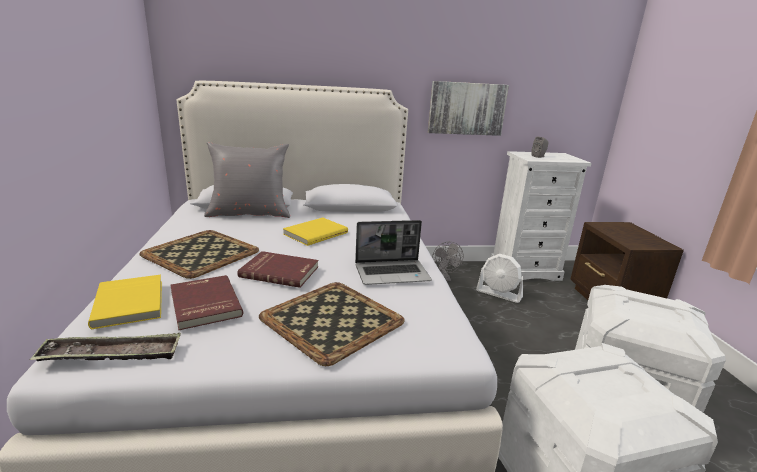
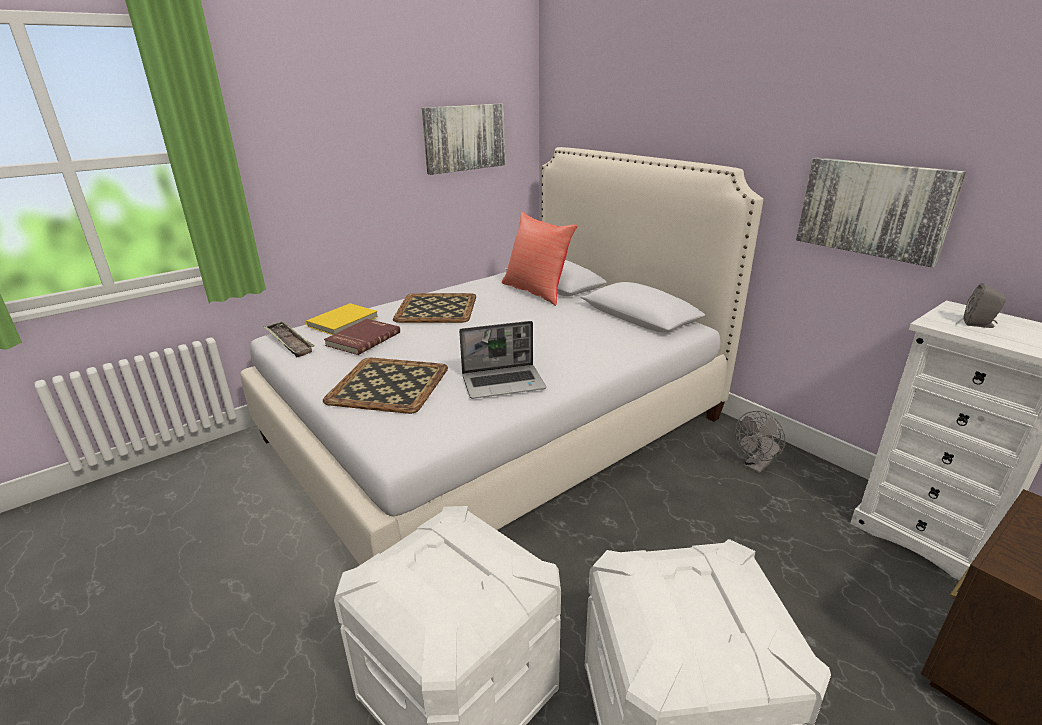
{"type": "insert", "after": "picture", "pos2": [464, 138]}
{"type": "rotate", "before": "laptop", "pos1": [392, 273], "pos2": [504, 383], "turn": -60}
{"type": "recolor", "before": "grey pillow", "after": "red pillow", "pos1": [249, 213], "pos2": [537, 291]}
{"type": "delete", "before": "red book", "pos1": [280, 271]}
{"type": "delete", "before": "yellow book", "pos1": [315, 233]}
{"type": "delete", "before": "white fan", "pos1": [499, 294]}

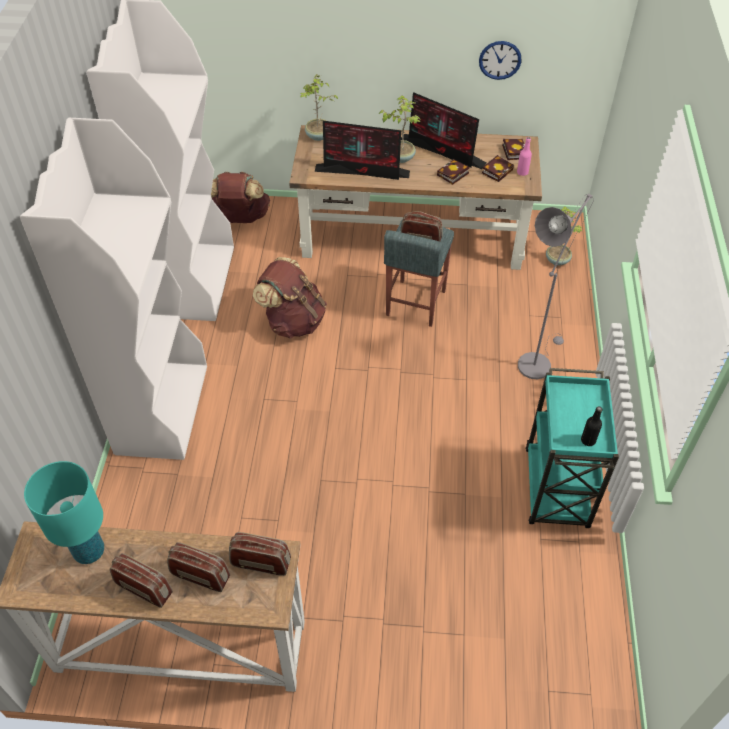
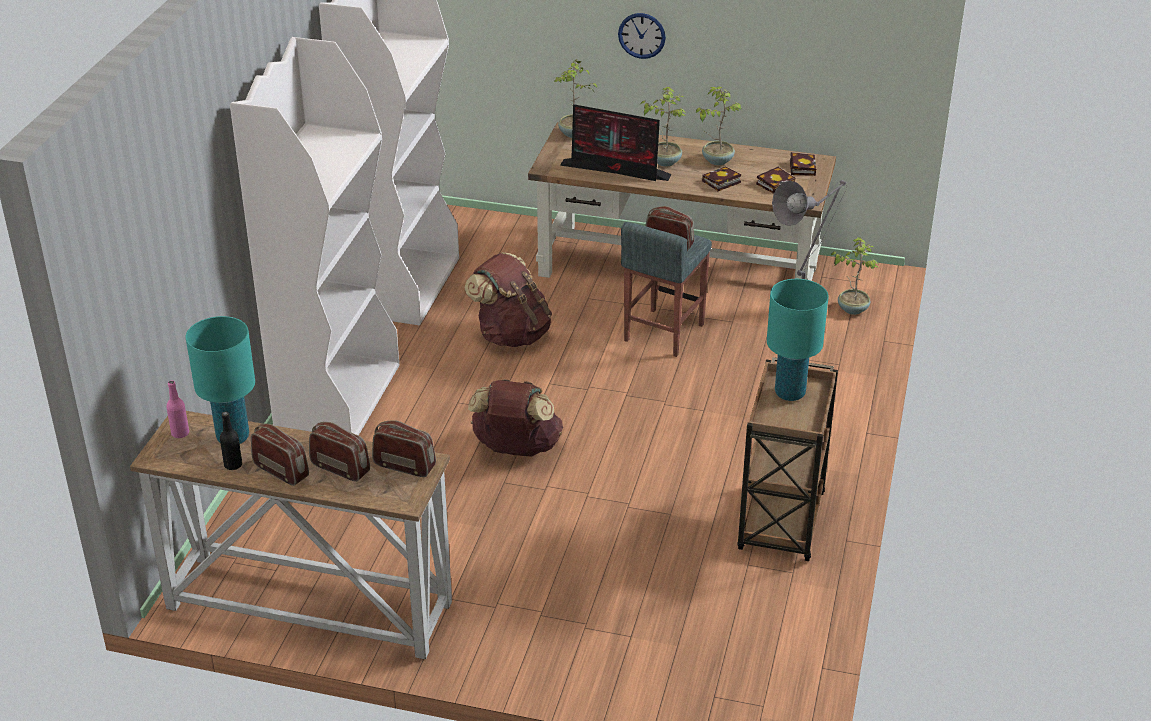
{"type": "move", "before": "pink bottle", "pos1": [522, 172], "pos2": [180, 433]}
{"type": "move", "before": "black bottle", "pos1": [588, 440], "pos2": [233, 465]}
{"type": "move", "before": "brown backpack", "pos1": [240, 218], "pos2": [516, 449]}
{"type": "move", "before": "wall clock", "pos1": [500, 60], "pos2": [642, 35]}
{"type": "replace", "before": "monitor", "after": "potted plant", "pos1": [443, 151], "pos2": [717, 160]}
{"type": "recolor", "before": "turquoise cart", "after": "brown cart", "pos1": [556, 490], "pos2": [781, 523]}
{"type": "insert", "after": "turquoise table lamp", "pos2": [789, 393]}

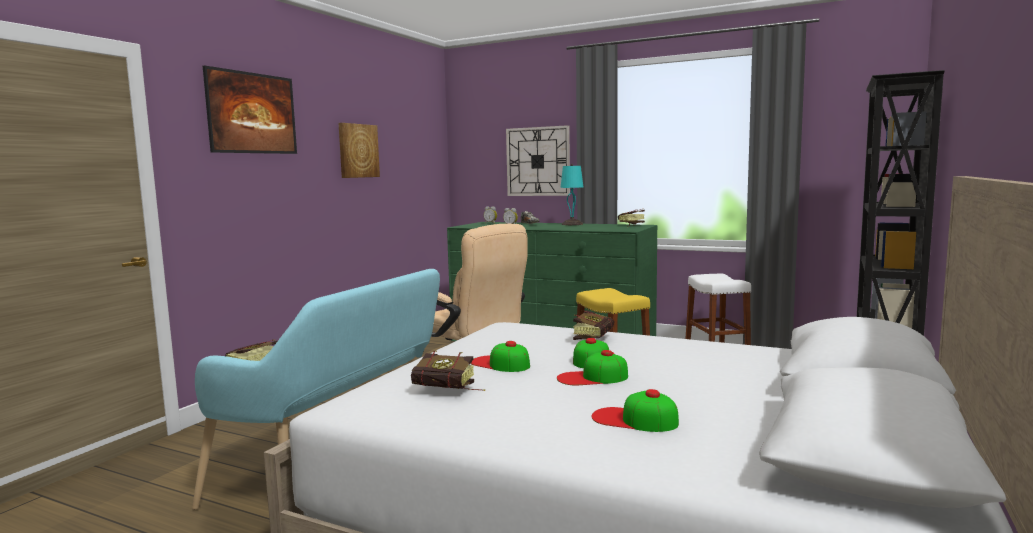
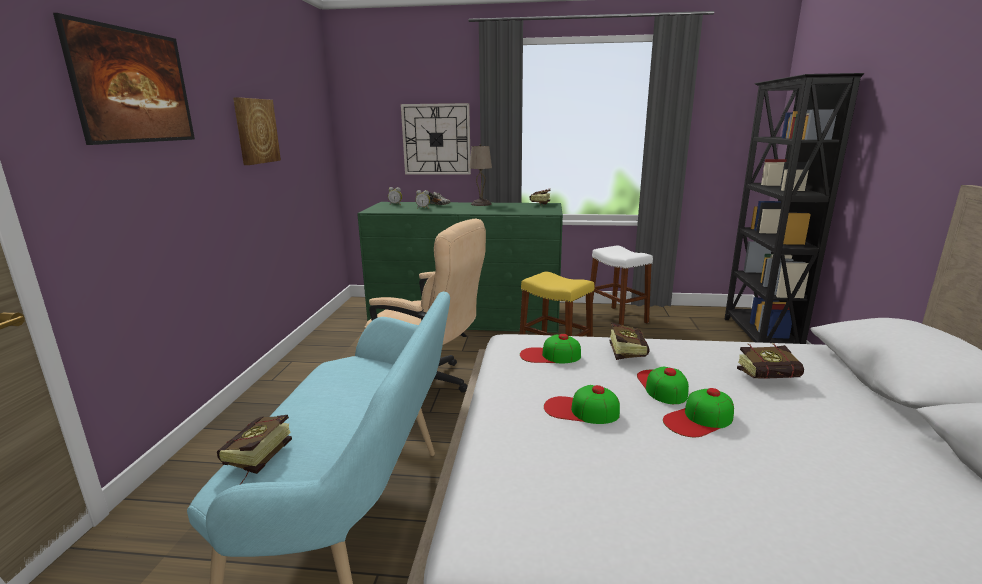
{"type": "recolor", "before": "turquoise table lamp", "after": "beige table lamp", "pos1": [572, 224], "pos2": [481, 204]}
{"type": "move", "before": "cap", "pos1": [634, 419], "pos2": [550, 355]}
{"type": "move", "before": "book", "pos1": [450, 391], "pos2": [773, 379]}

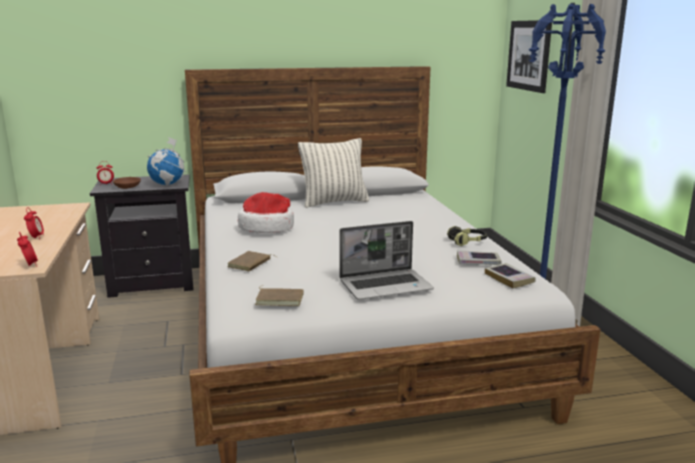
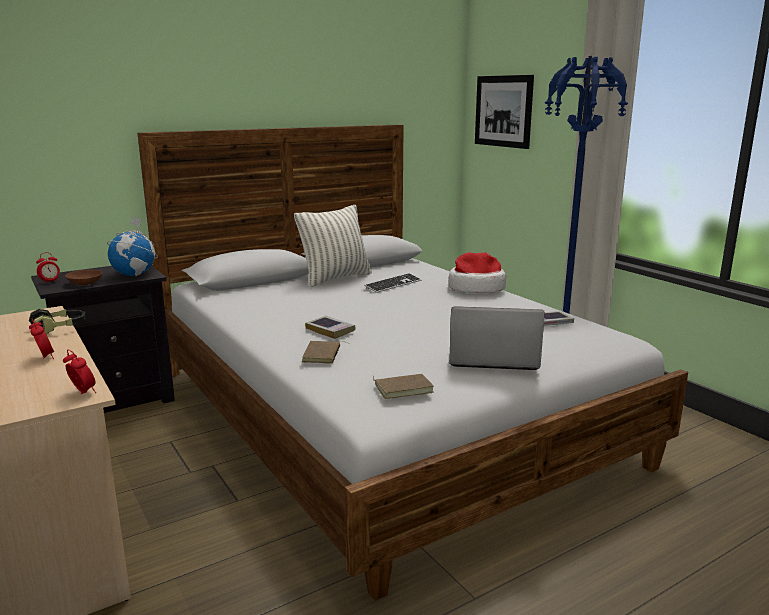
{"type": "move", "before": "headphones", "pos1": [467, 242], "pos2": [59, 328]}
{"type": "move", "before": "book", "pos1": [509, 279], "pos2": [330, 330]}
{"type": "insert", "after": "keyboard", "pos2": [393, 284]}
{"type": "move", "before": "hat", "pos1": [267, 227], "pos2": [476, 288]}
{"type": "rotate", "before": "laptop", "pos1": [386, 286], "pos2": [491, 358], "turn": -135}

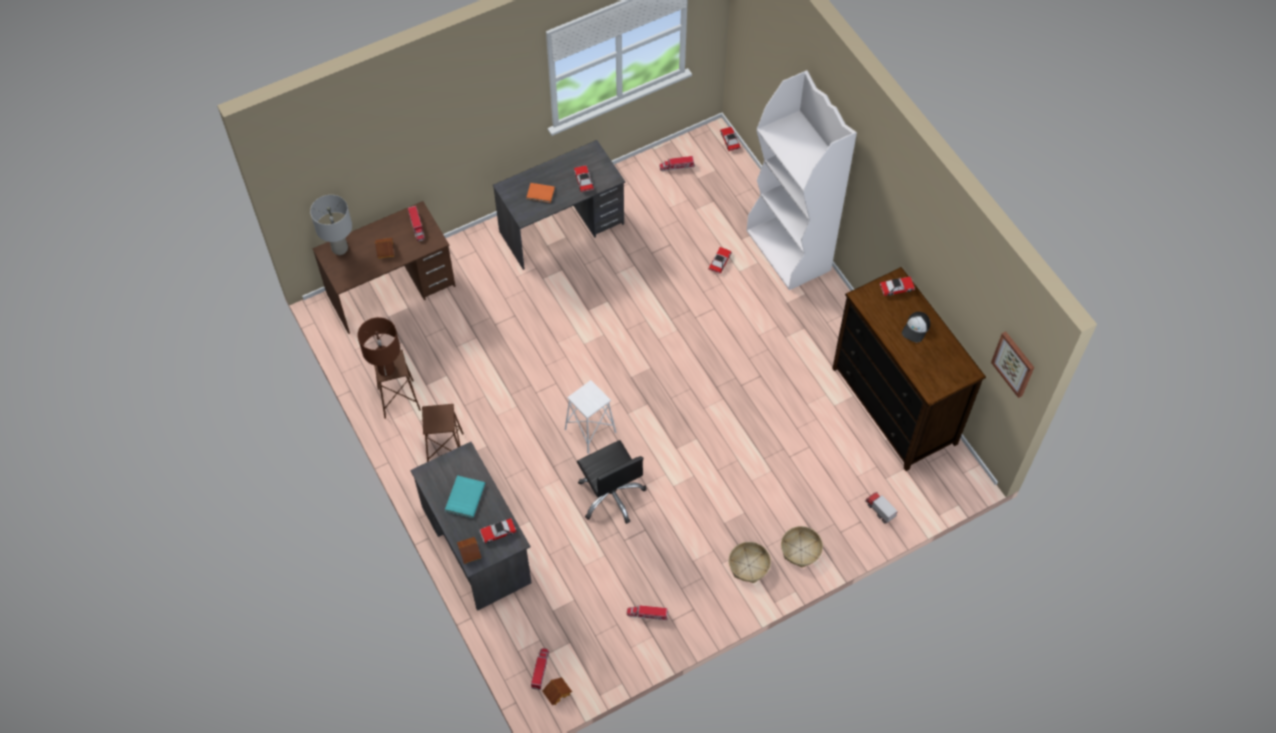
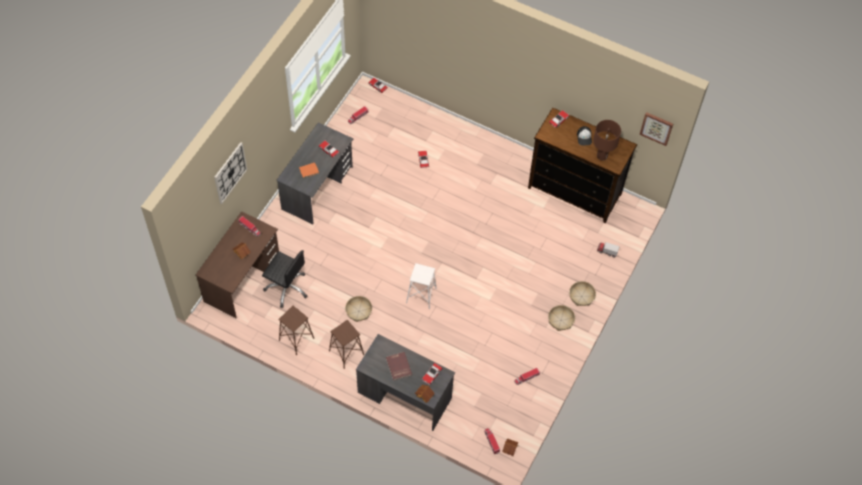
{"type": "insert", "after": "wall clock", "pos2": [230, 172]}
{"type": "move", "before": "black office chair", "pos1": [611, 495], "pos2": [287, 287]}
{"type": "insert", "after": "basket", "pos2": [359, 311]}
{"type": "recolor", "before": "turquoise book", "after": "red book", "pos1": [464, 497], "pos2": [398, 366]}
{"type": "move", "before": "brown table lamp", "pos1": [386, 369], "pos2": [602, 156]}
{"type": "delete", "before": "grey table lamp", "pos1": [339, 248]}
{"type": "delete", "before": "white bookcase", "pos1": [789, 251]}

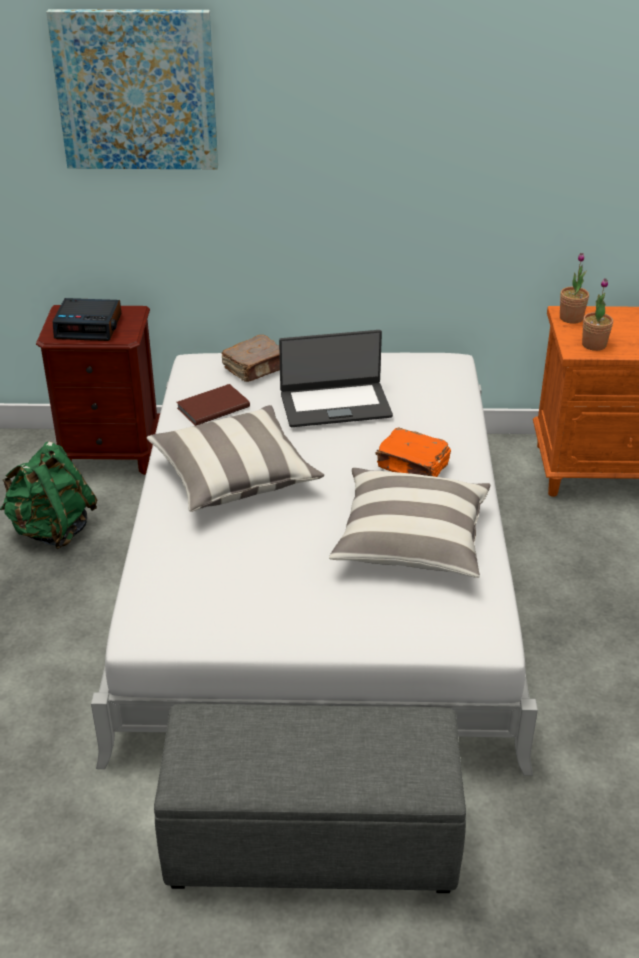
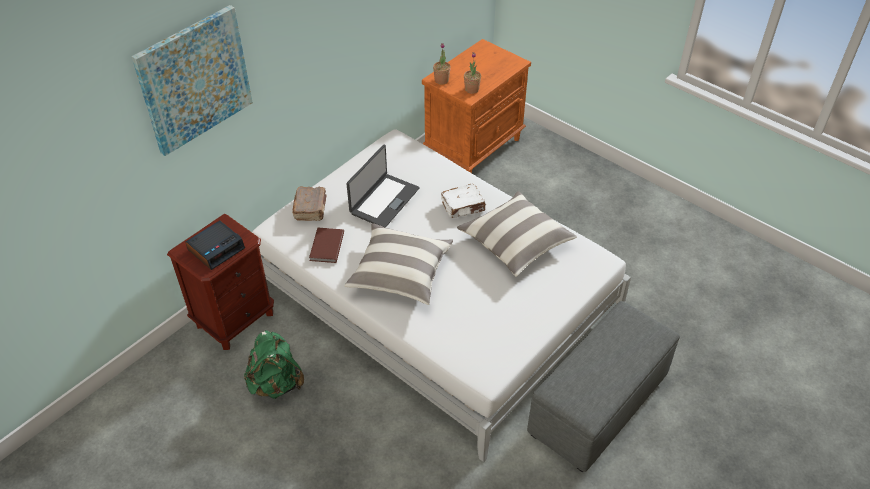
{"type": "recolor", "before": "orange book", "after": "white book", "pos1": [413, 466], "pos2": [463, 207]}

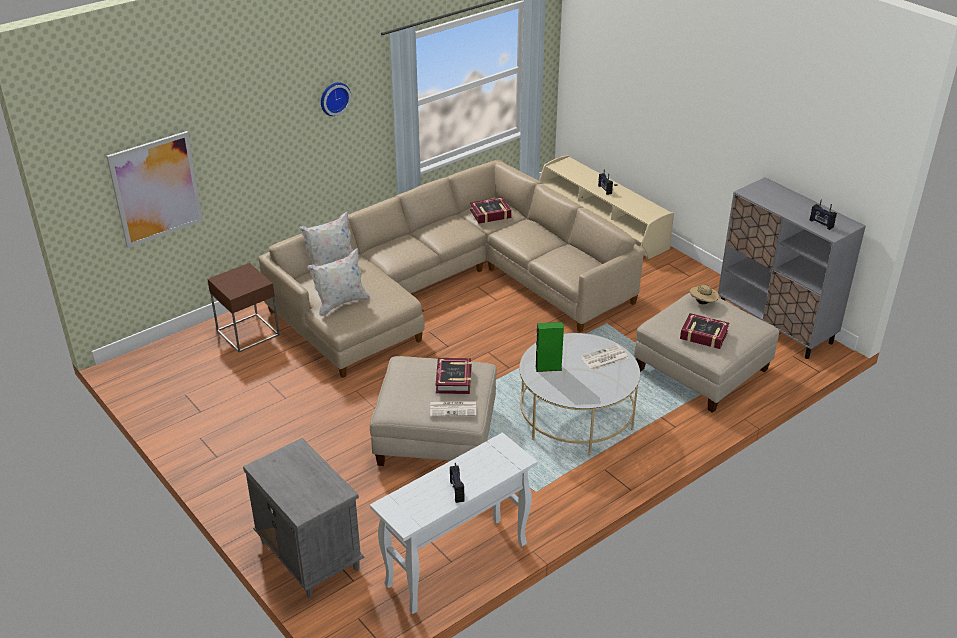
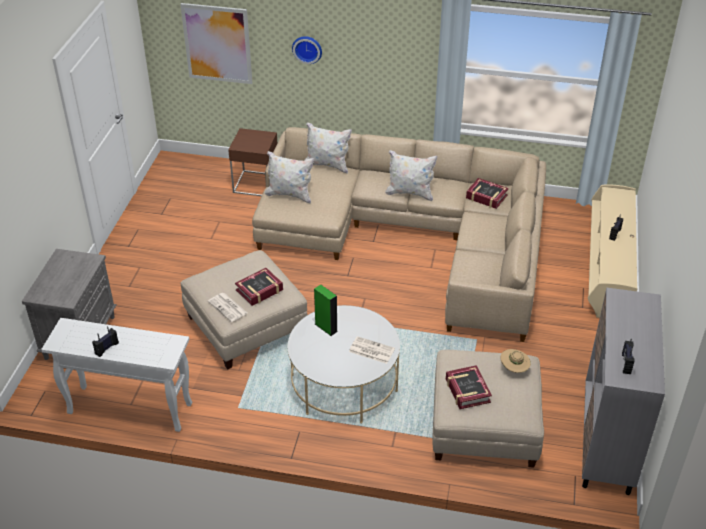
{"type": "move", "before": "wall clock", "pos1": [334, 98], "pos2": [307, 48]}
{"type": "insert", "after": "white pillow", "pos2": [410, 193]}

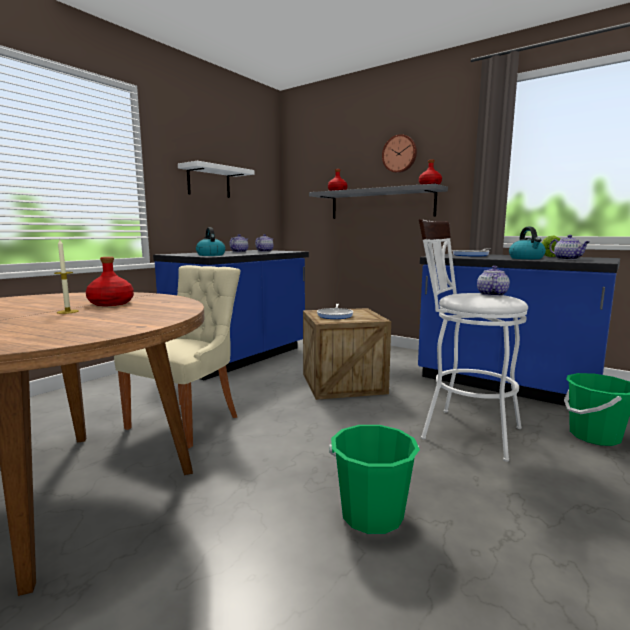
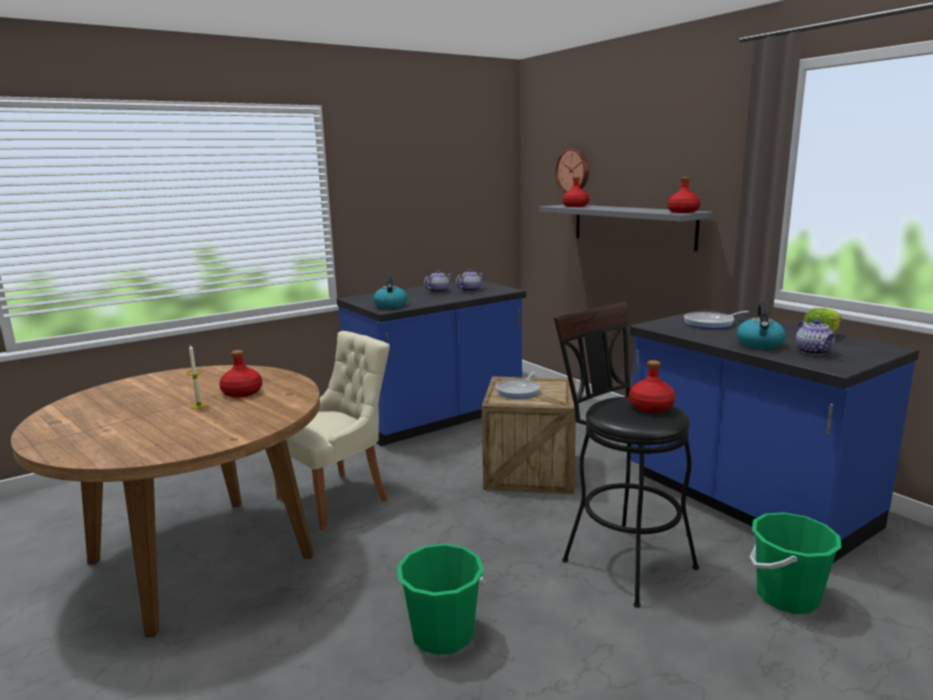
{"type": "recolor", "before": "white stool", "after": "black stool", "pos1": [462, 430], "pos2": [620, 559]}
{"type": "move", "before": "wall clock", "pos1": [400, 154], "pos2": [573, 170]}
{"type": "replace", "before": "teapot", "after": "red bottle", "pos1": [491, 294], "pos2": [651, 407]}
{"type": "delete", "before": "white shelf", "pos1": [209, 182]}

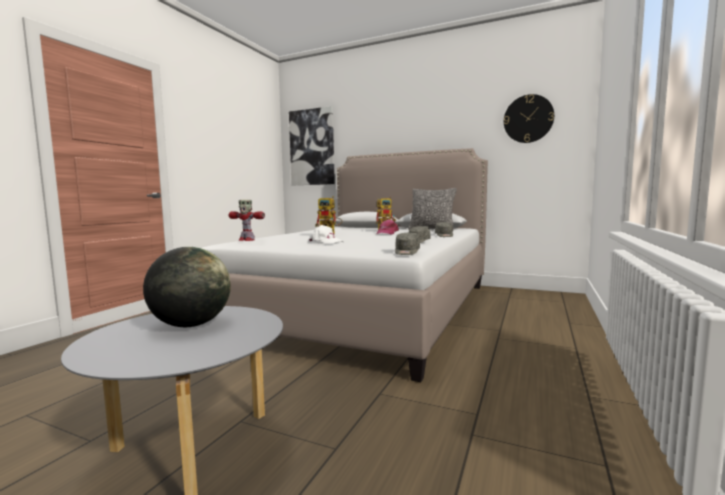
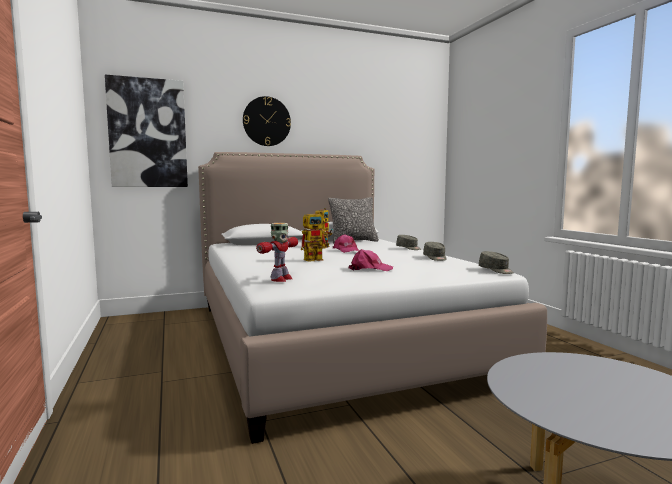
{"type": "move", "before": "wall clock", "pos1": [528, 119], "pos2": [266, 121]}
{"type": "rotate", "before": "toy robot", "pos1": [246, 240], "pos2": [280, 279], "turn": -45}
{"type": "recolor", "before": "white cap", "after": "pink cap", "pos1": [326, 242], "pos2": [369, 269]}
{"type": "delete", "before": "globe", "pos1": [191, 325]}

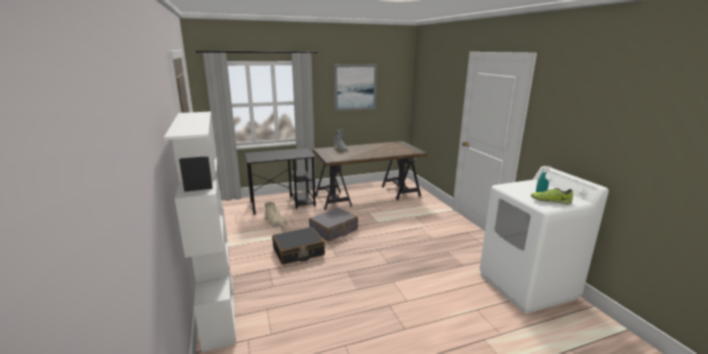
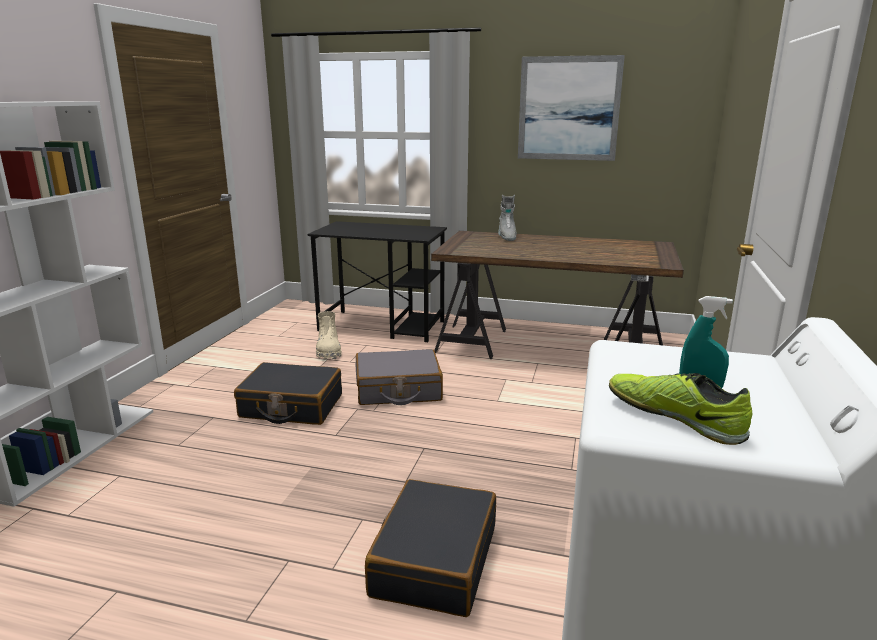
{"type": "insert", "after": "black suitcase", "pos2": [434, 560]}

